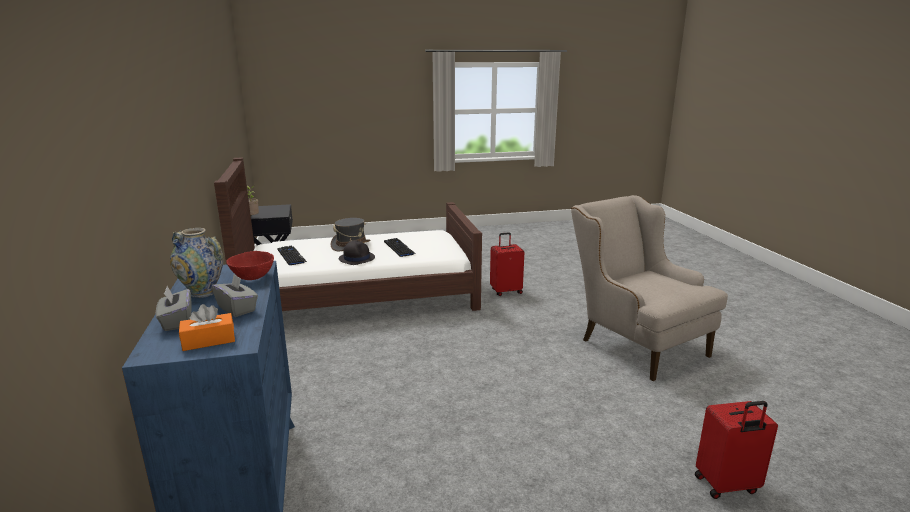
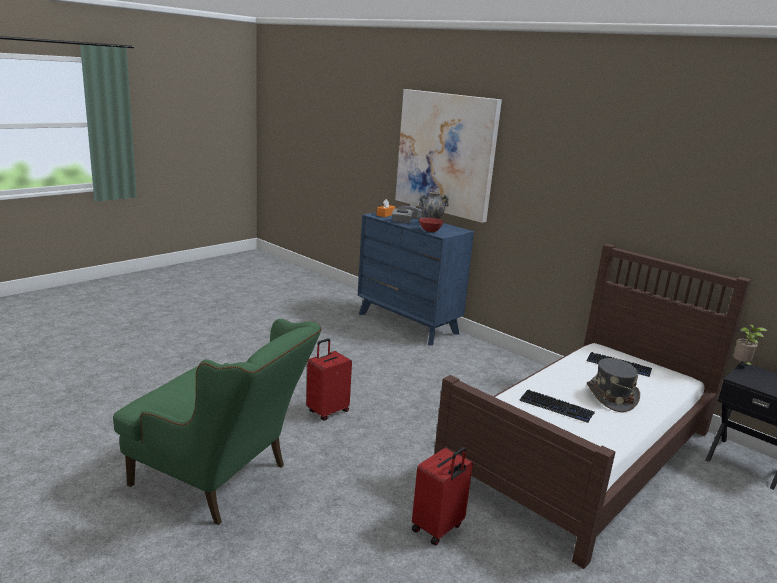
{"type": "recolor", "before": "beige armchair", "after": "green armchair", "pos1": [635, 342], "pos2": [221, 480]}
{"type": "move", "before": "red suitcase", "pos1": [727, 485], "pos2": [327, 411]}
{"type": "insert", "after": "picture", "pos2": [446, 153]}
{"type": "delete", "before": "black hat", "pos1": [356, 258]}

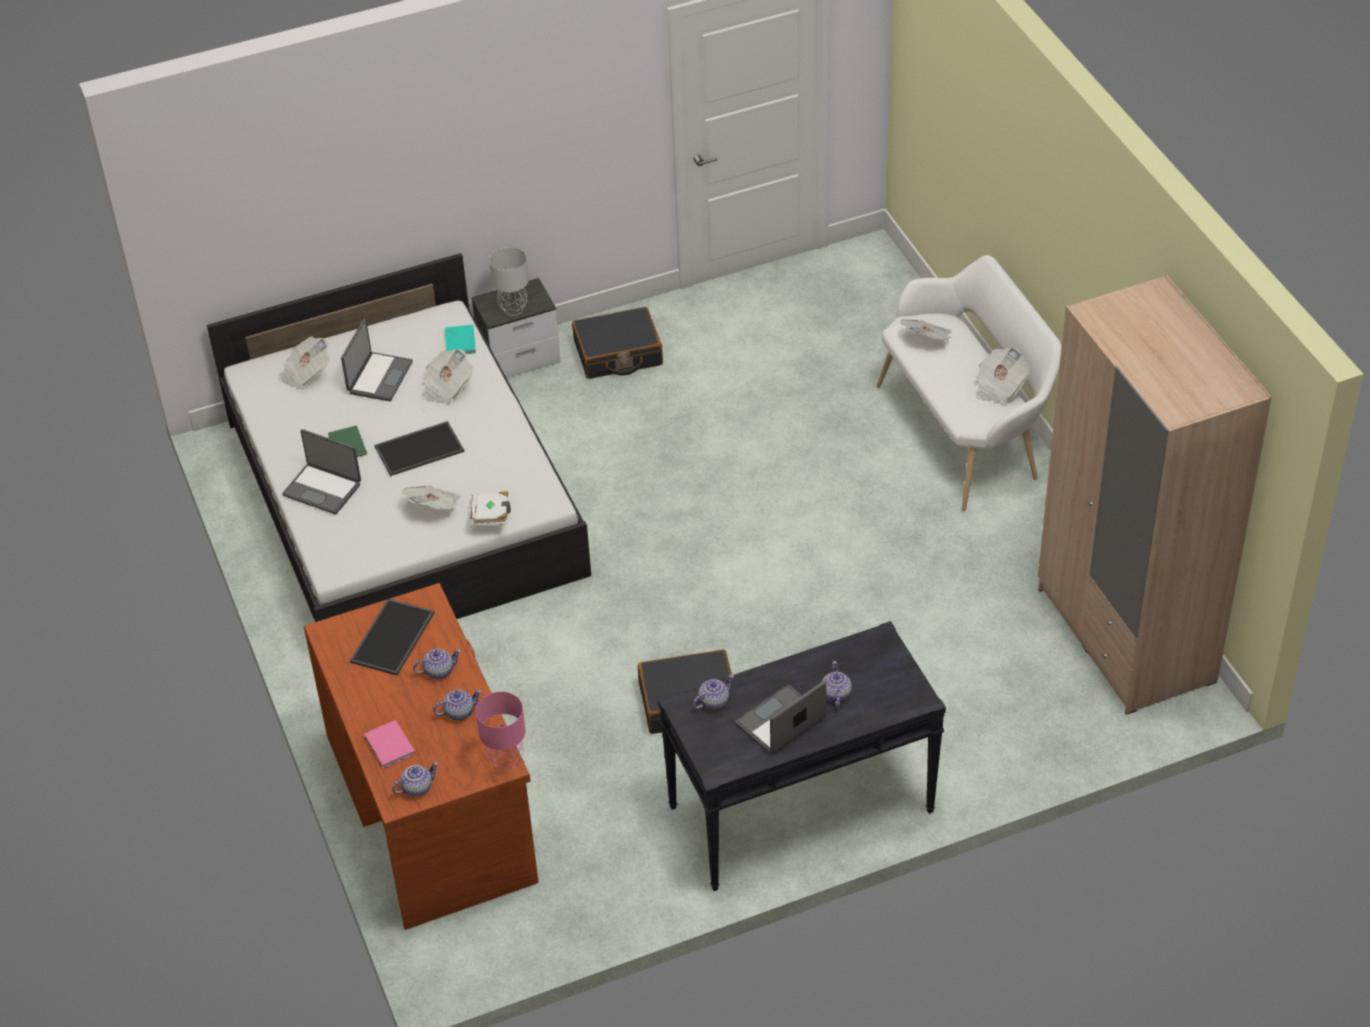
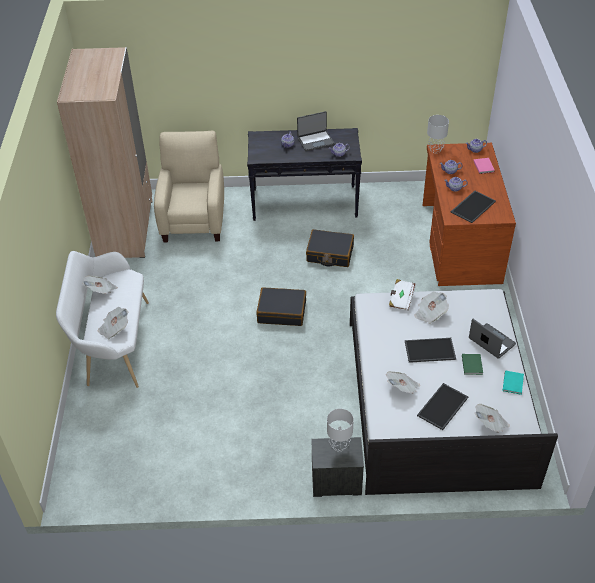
{"type": "insert", "after": "beige armchair", "pos2": [194, 218]}
{"type": "move", "before": "black suitcase", "pos1": [618, 354], "pos2": [282, 312]}
{"type": "replace", "before": "laptop", "after": "tray", "pos1": [379, 377], "pos2": [443, 407]}
{"type": "recolor", "before": "pink table lamp", "after": "grey table lamp", "pos1": [505, 762], "pos2": [435, 150]}
{"type": "move", "before": "turquoise book", "pos1": [461, 341], "pos2": [512, 383]}

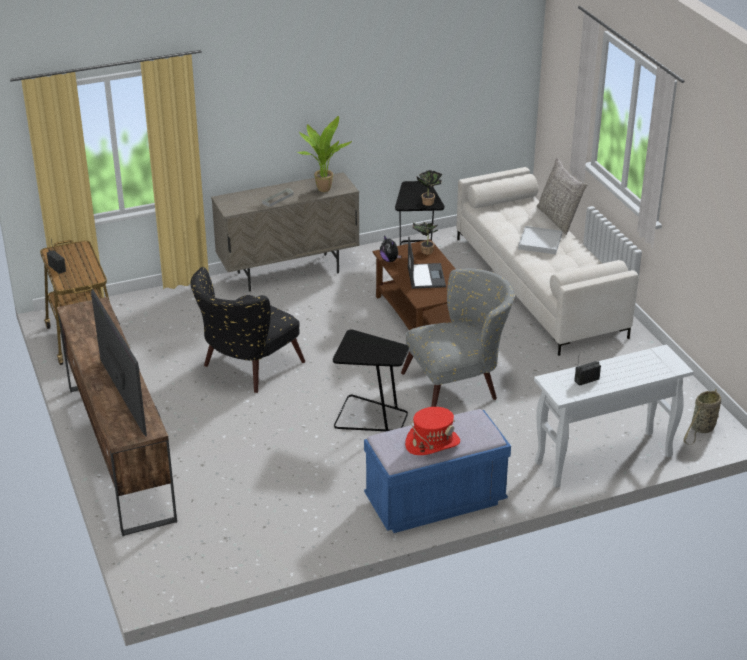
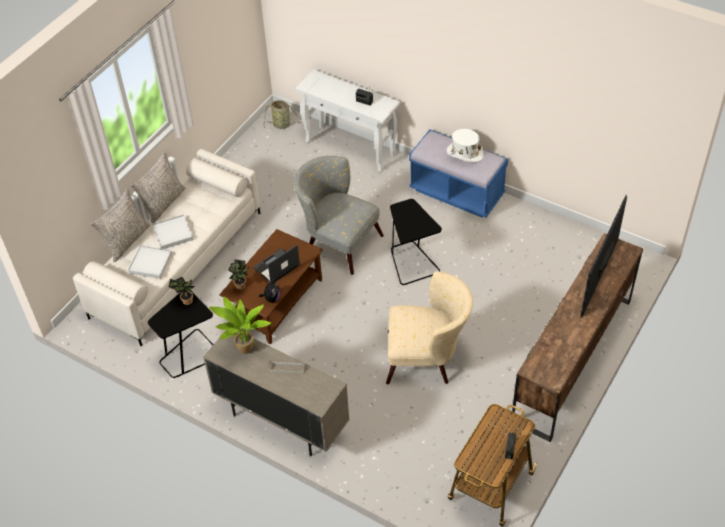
{"type": "insert", "after": "white tray", "pos2": [150, 263]}
{"type": "insert", "after": "grey pillow", "pos2": [163, 203]}
{"type": "recolor", "before": "black armchair", "after": "beige armchair", "pos1": [245, 368], "pos2": [427, 358]}
{"type": "recolor", "before": "red hat", "after": "white hat", "pos1": [432, 443], "pos2": [464, 153]}

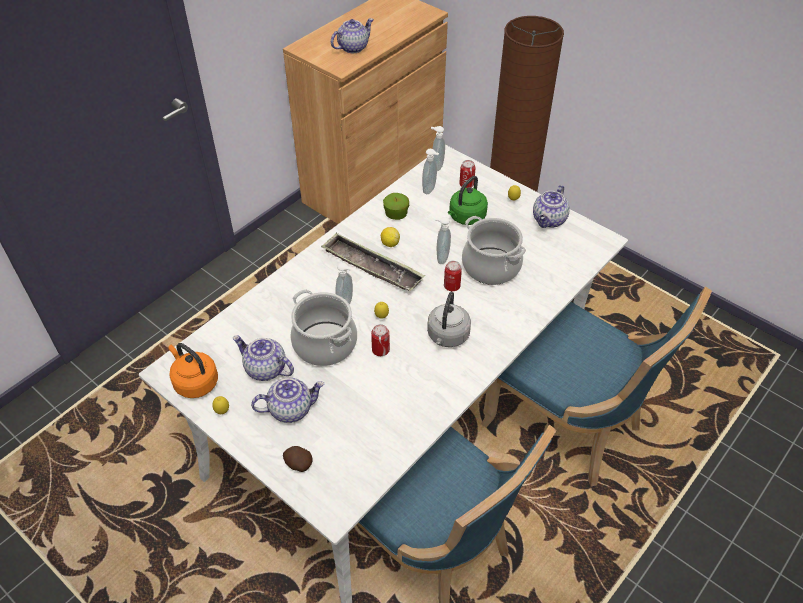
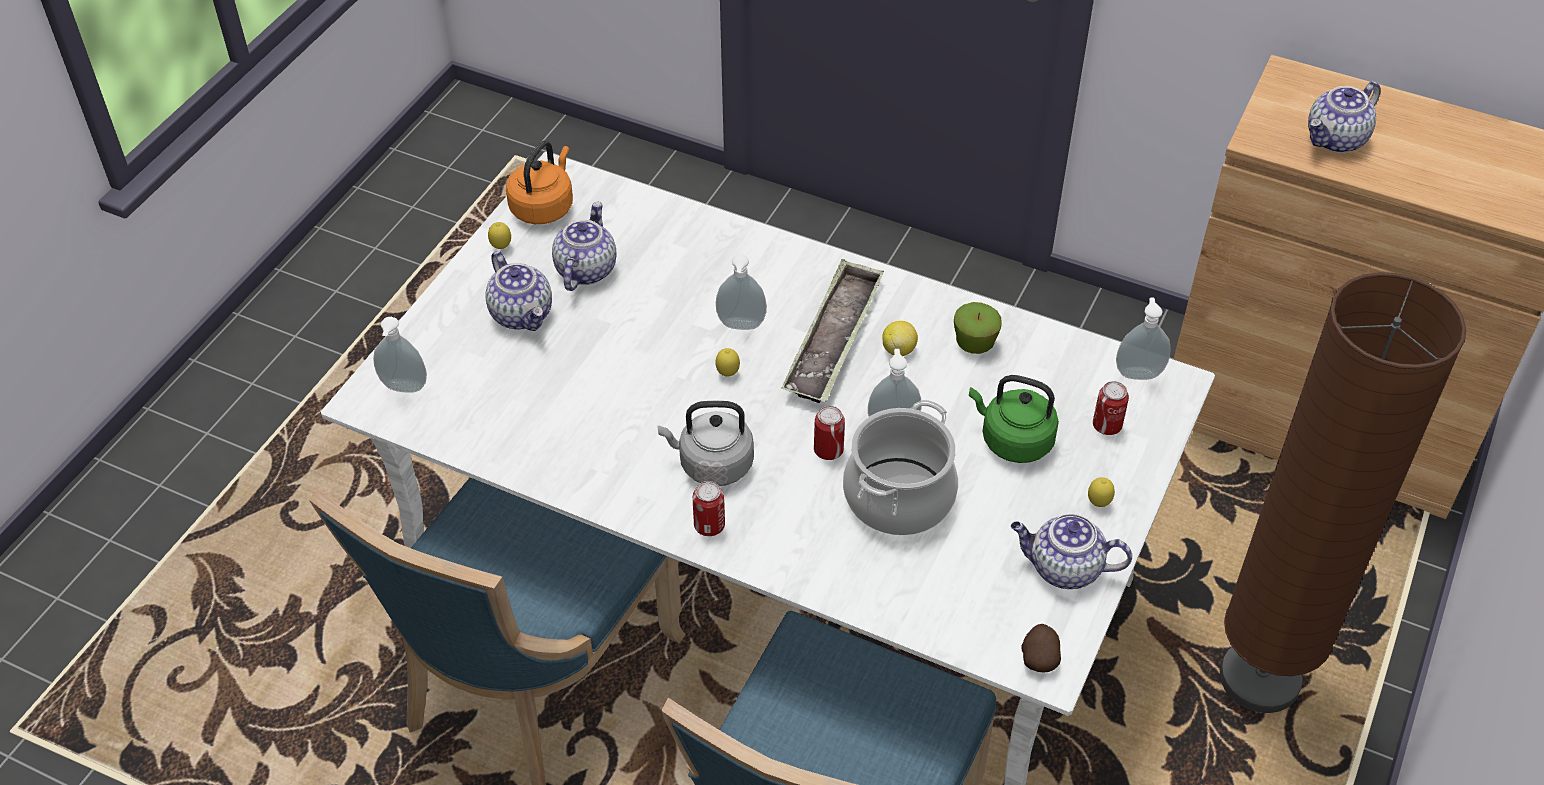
{"type": "move", "before": "soap dispenser", "pos1": [430, 189], "pos2": [403, 389]}
{"type": "move", "before": "can", "pos1": [380, 350], "pos2": [709, 526]}
{"type": "move", "before": "potato", "pos1": [298, 464], "pos2": [1039, 657]}
{"type": "rotate", "before": "teapot", "pos1": [353, 47], "pos2": [1336, 140], "turn": 105}
{"type": "delete", "before": "cooking pot", "pos1": [325, 343]}

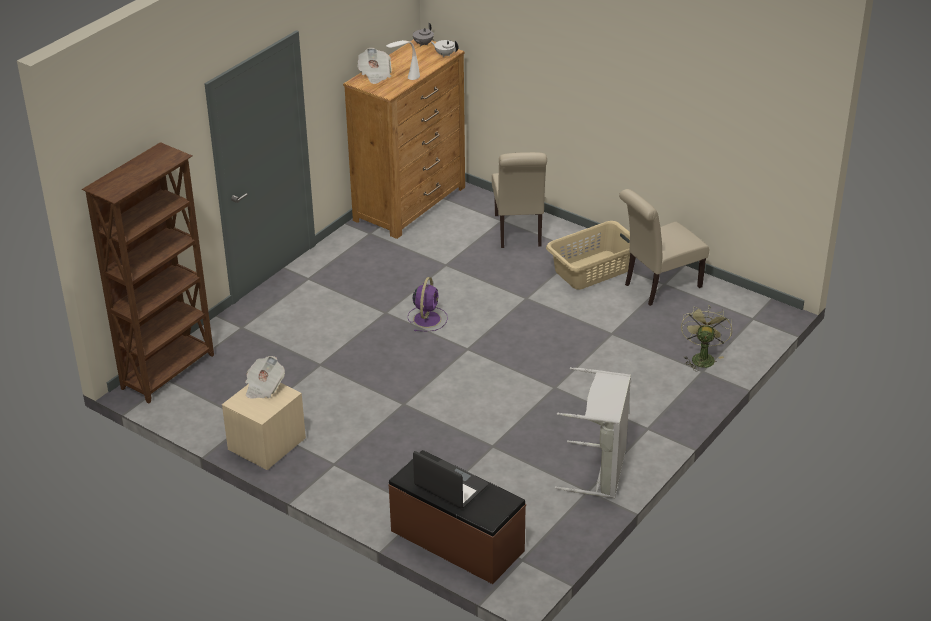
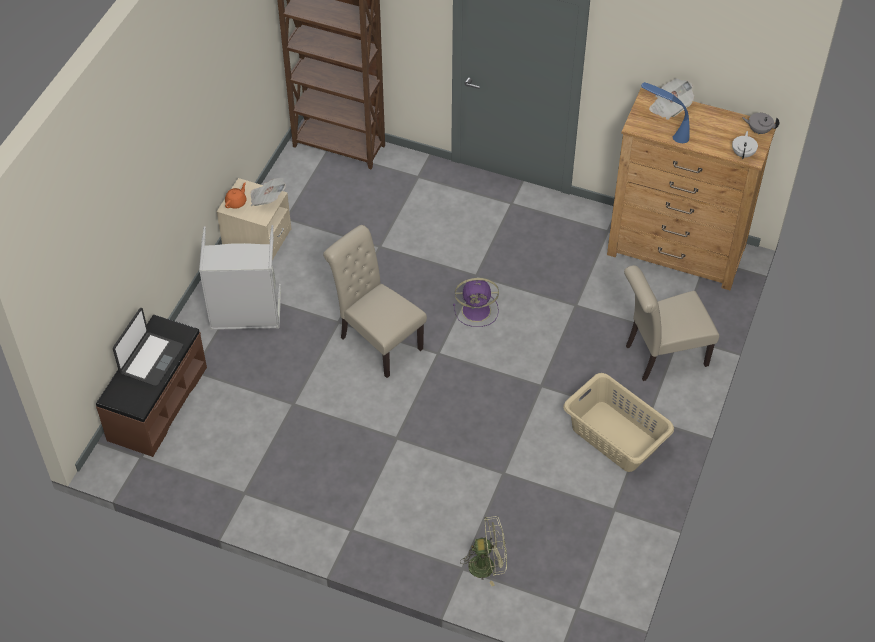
{"type": "move", "before": "grey laundry basket", "pos1": [600, 471], "pos2": [245, 314]}
{"type": "insert", "after": "orange teapot", "pos2": [236, 202]}
{"type": "move", "before": "beige chair", "pos1": [658, 286], "pos2": [377, 340]}
{"type": "recolor", "before": "white table lamp", "after": "blue table lamp", "pos1": [404, 83], "pos2": [662, 134]}

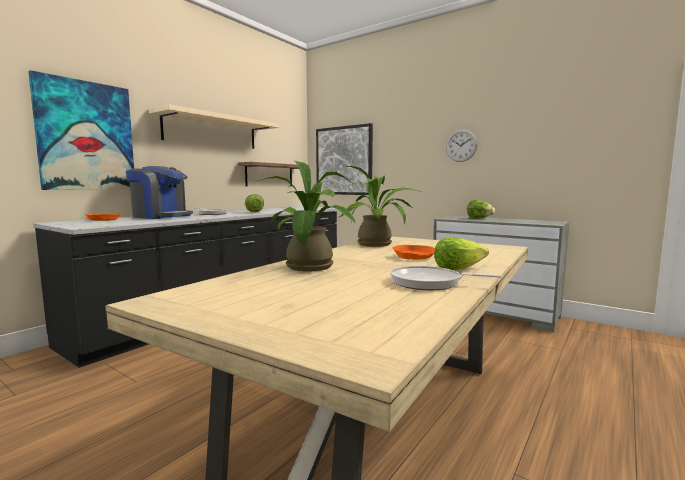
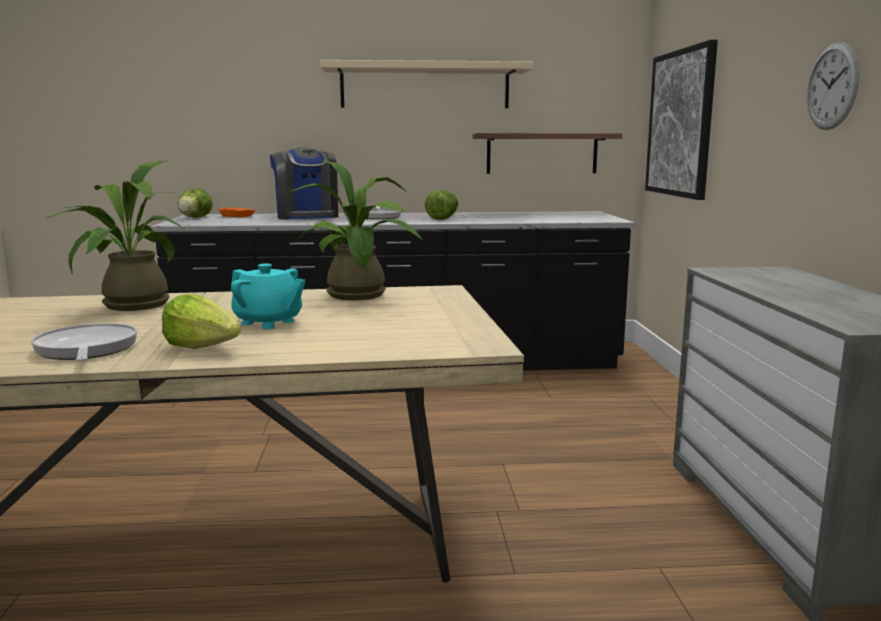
{"type": "move", "before": "lettuce", "pos1": [479, 218], "pos2": [194, 218]}
{"type": "replace", "before": "orange bowl", "after": "turquoise teapot", "pos1": [414, 257], "pos2": [268, 322]}
{"type": "delete", "before": "picture", "pos1": [86, 136]}

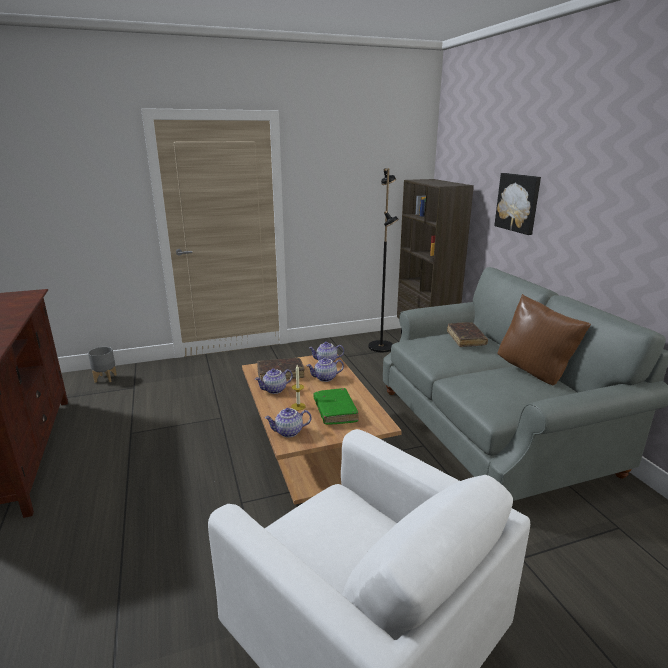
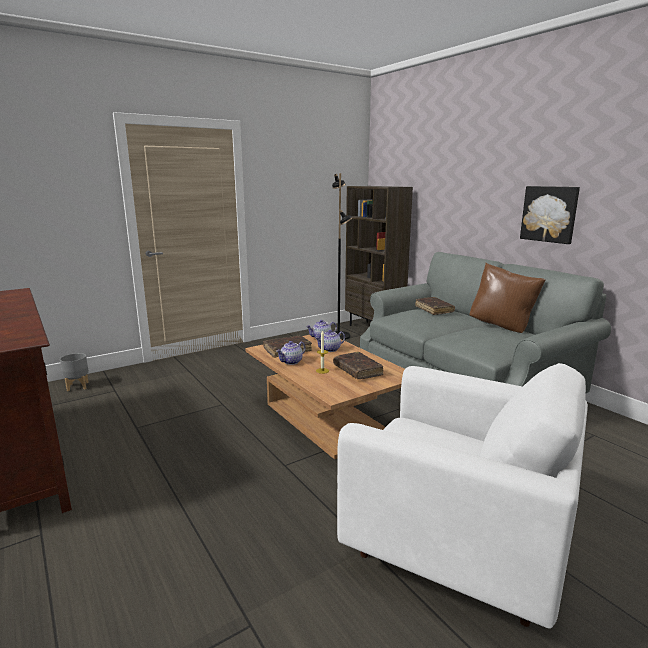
{"type": "recolor", "before": "green book", "after": "brown book", "pos1": [335, 411], "pos2": [357, 370]}
{"type": "move", "before": "picture", "pos1": [518, 203], "pos2": [549, 214]}
{"type": "delete", "before": "teapot", "pos1": [288, 432]}

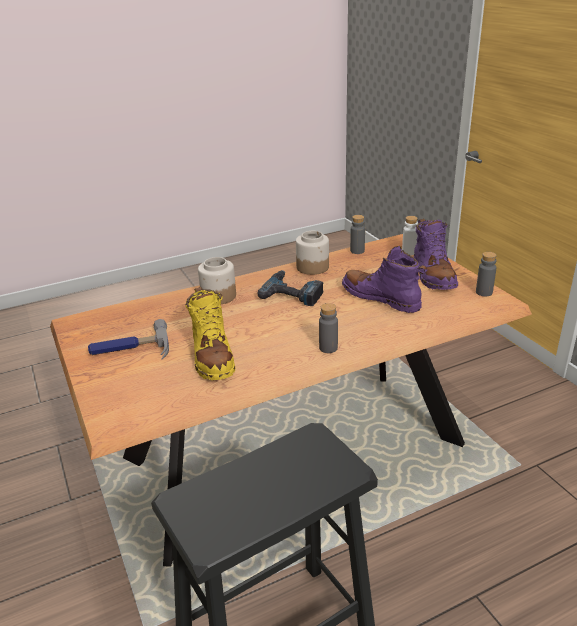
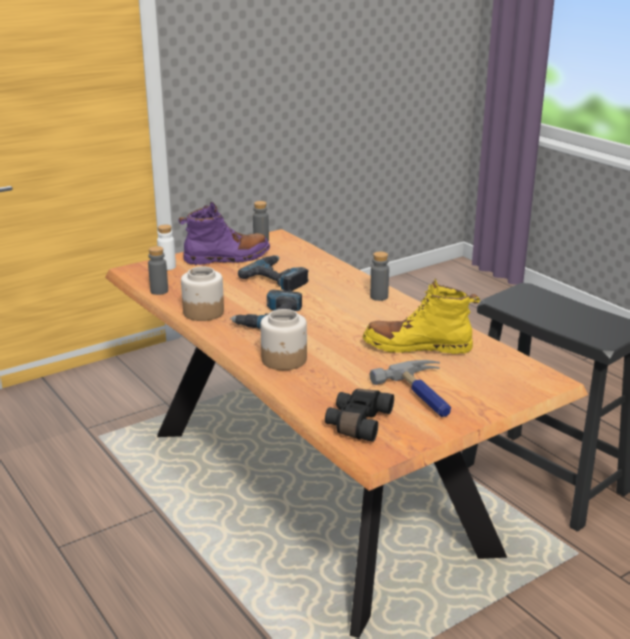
{"type": "replace", "before": "purple boot", "after": "power drill", "pos1": [381, 298], "pos2": [278, 278]}
{"type": "insert", "after": "black binoculars", "pos2": [357, 423]}
{"type": "rotate", "before": "yellow boot", "pos1": [212, 357], "pos2": [417, 347], "turn": -150}

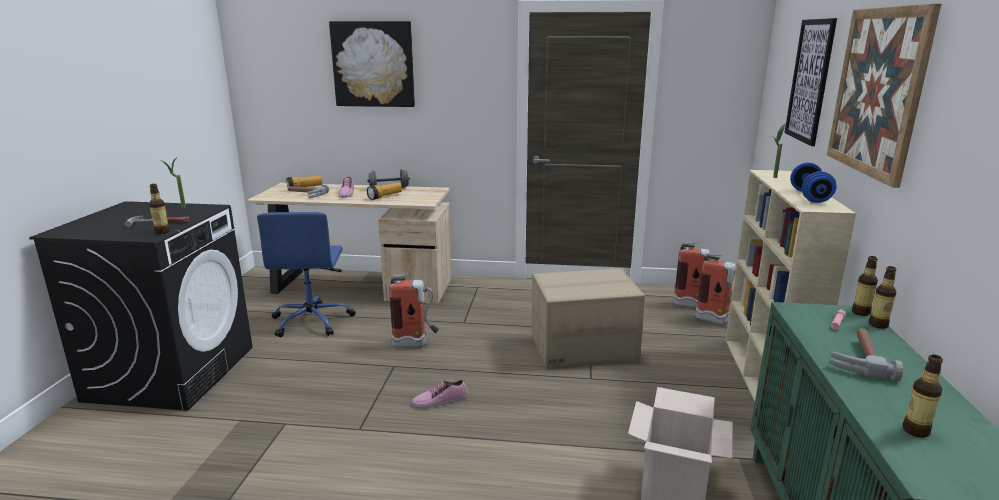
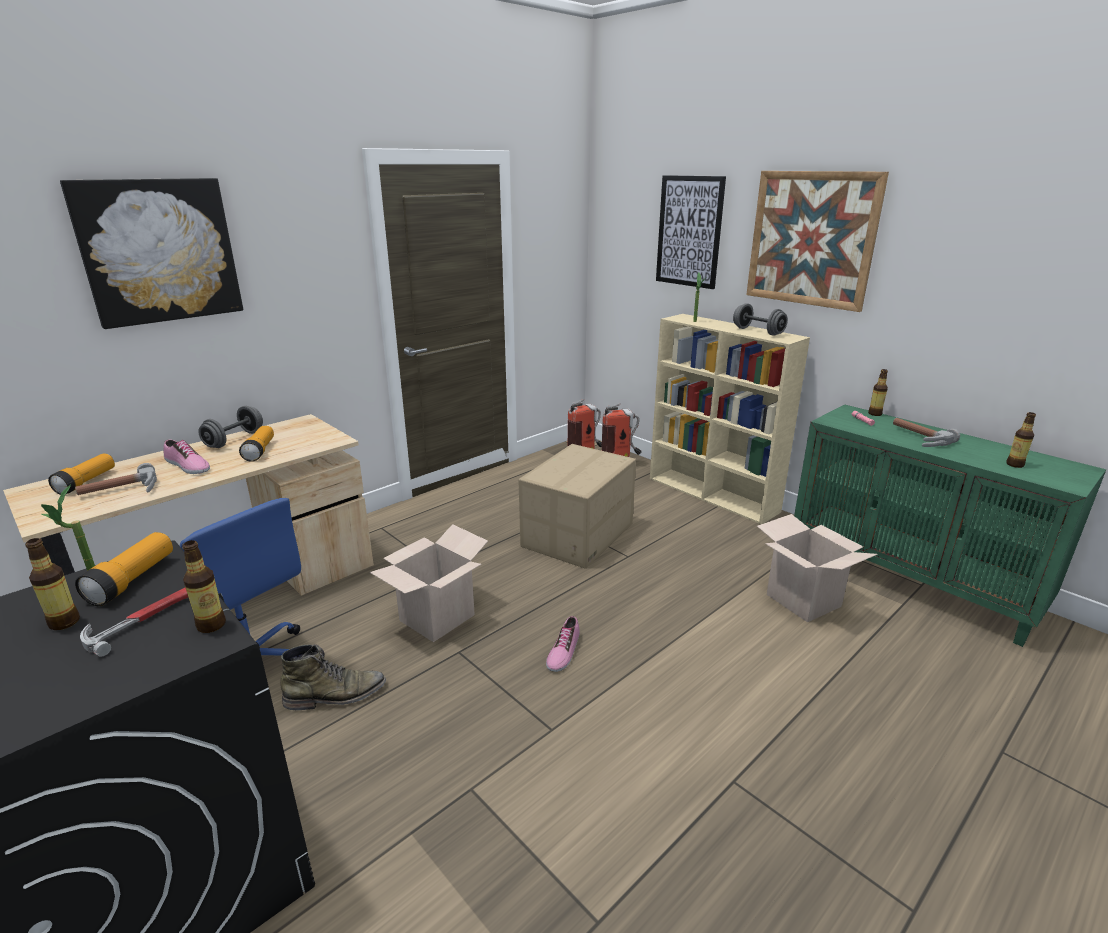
{"type": "move", "before": "bottle", "pos1": [860, 312], "pos2": [64, 622]}
{"type": "insert", "after": "flashlight", "pos2": [133, 580]}
{"type": "insert", "after": "green boot", "pos2": [336, 695]}
{"type": "replace", "before": "fire extinguisher", "after": "cardboard box", "pos1": [416, 344], "pos2": [437, 618]}
{"type": "recolor", "before": "blue dumbbell", "after": "grey dumbbell", "pos1": [809, 196], "pos2": [758, 331]}

